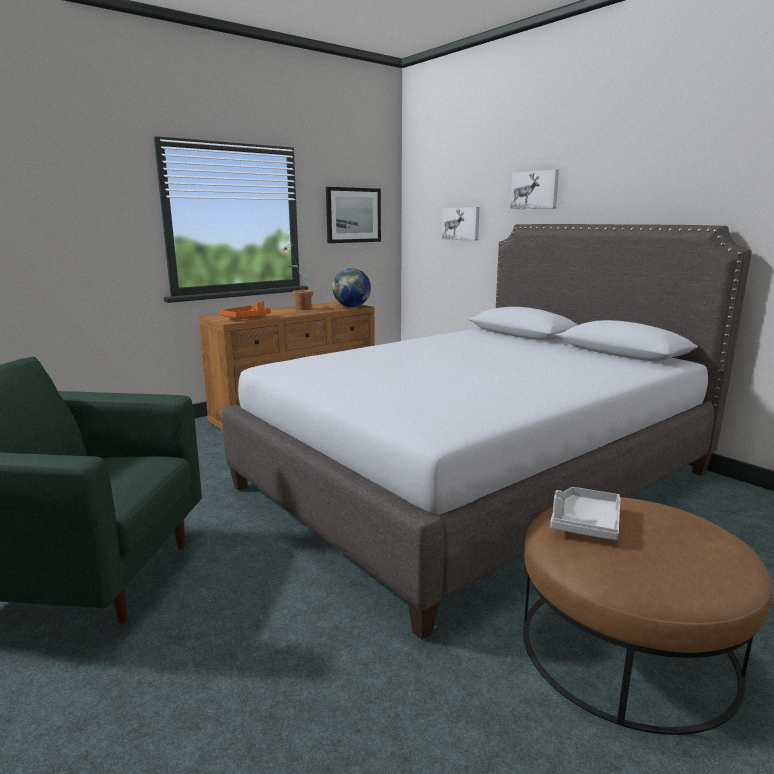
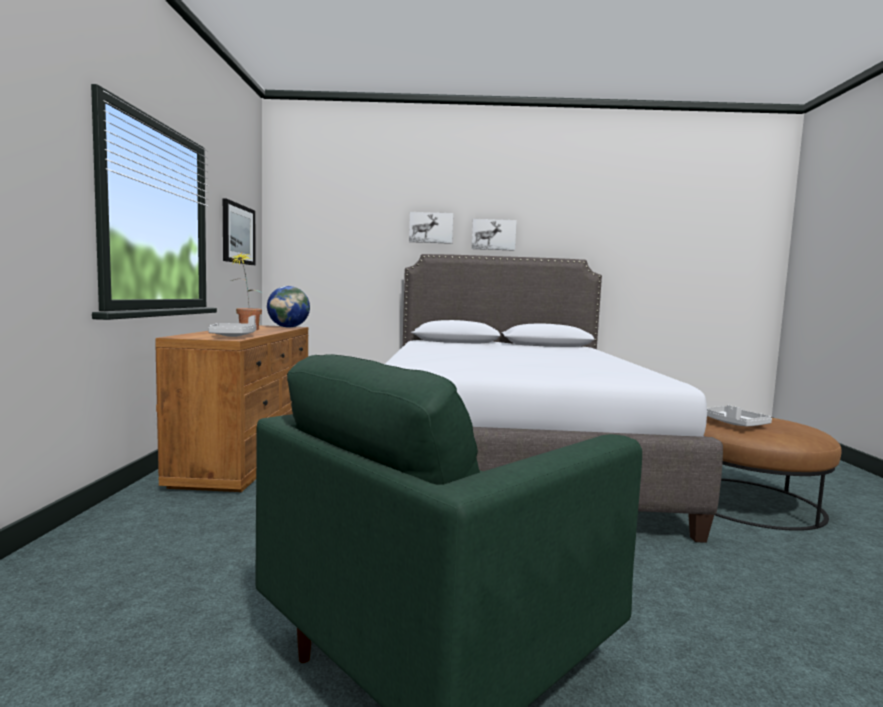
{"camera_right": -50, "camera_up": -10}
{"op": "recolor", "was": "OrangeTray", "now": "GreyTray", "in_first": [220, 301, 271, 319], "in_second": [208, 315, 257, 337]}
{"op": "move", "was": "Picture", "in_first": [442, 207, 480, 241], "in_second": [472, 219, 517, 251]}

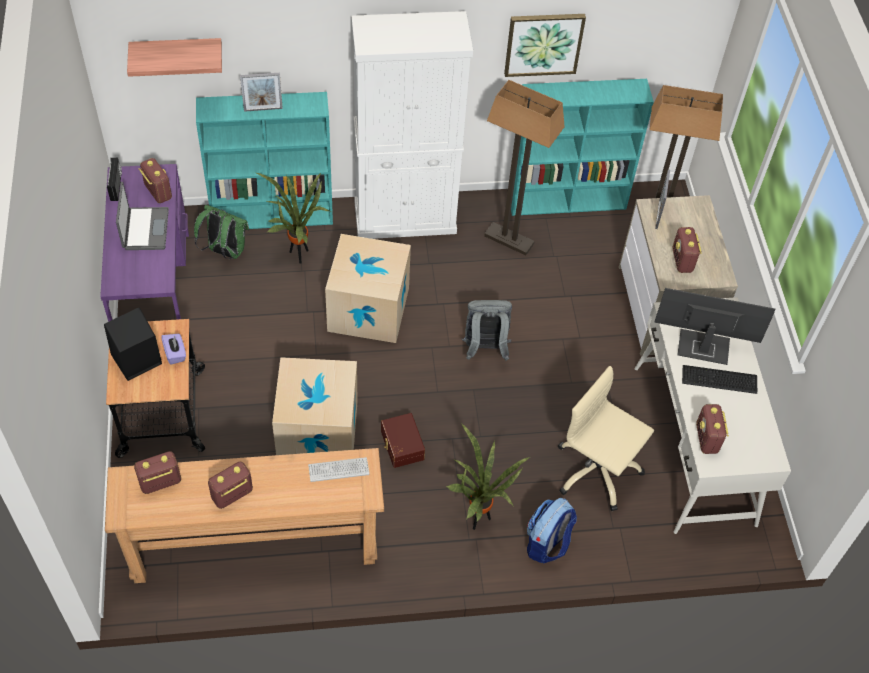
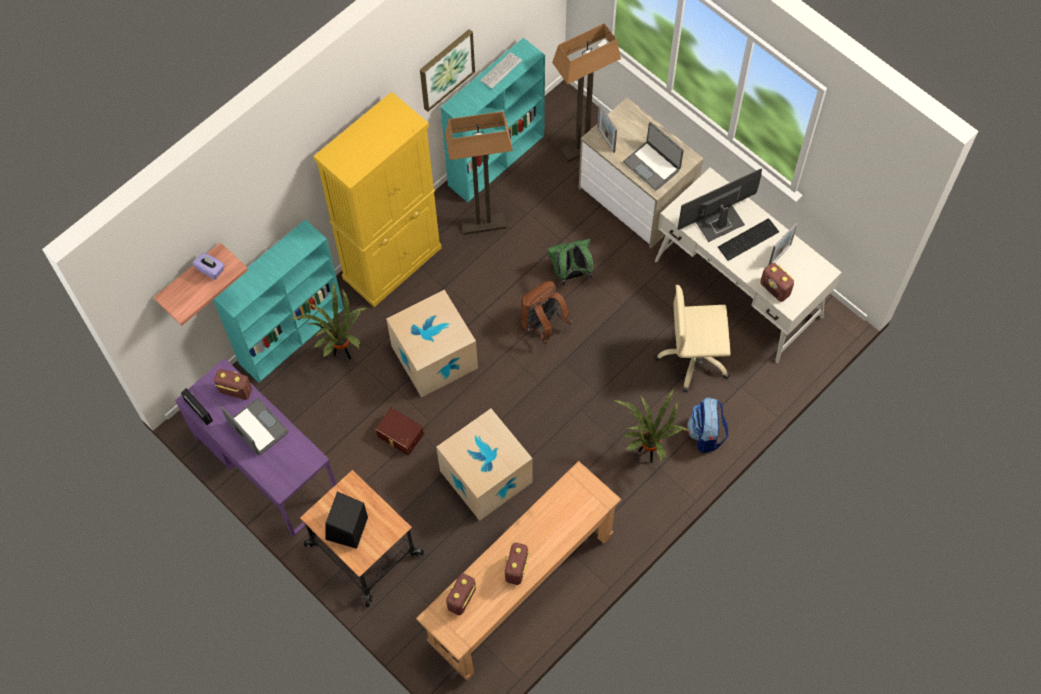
{"camera_right": -35, "camera_up": 10}
{"op": "move", "was": "PurpleTissueBox", "in_first": [161, 334, 186, 364], "in_second": [193, 253, 225, 280]}
{"op": "move", "was": "GreenBackpack", "in_first": [194, 205, 249, 259], "in_second": [547, 239, 594, 286]}
{"op": "move", "was": "PictureFrame", "in_first": [240, 73, 283, 112], "in_second": [769, 223, 798, 264]}
{"op": "move", "was": "Keyboard", "in_first": [308, 457, 369, 482], "in_second": [480, 52, 522, 88]}
{"op": "recolor", "was": "WhiteCabinet", "now": "YellowCabinet", "in_first": [351, 11, 473, 239], "in_second": [313, 92, 442, 307]}
{"op": "move", "was": "BrownStorageBox", "in_first": [381, 413, 425, 468], "in_second": [375, 408, 424, 455]}
{"op": "recolor", "was": "GreyBackpack", "now": "BrownBackpack", "in_first": [462, 300, 512, 361], "in_second": [521, 281, 573, 344]}
{"op": "replace", "was": "Radio", "now": "Laptop", "in_first": [672, 227, 702, 273], "in_second": [623, 122, 684, 191]}

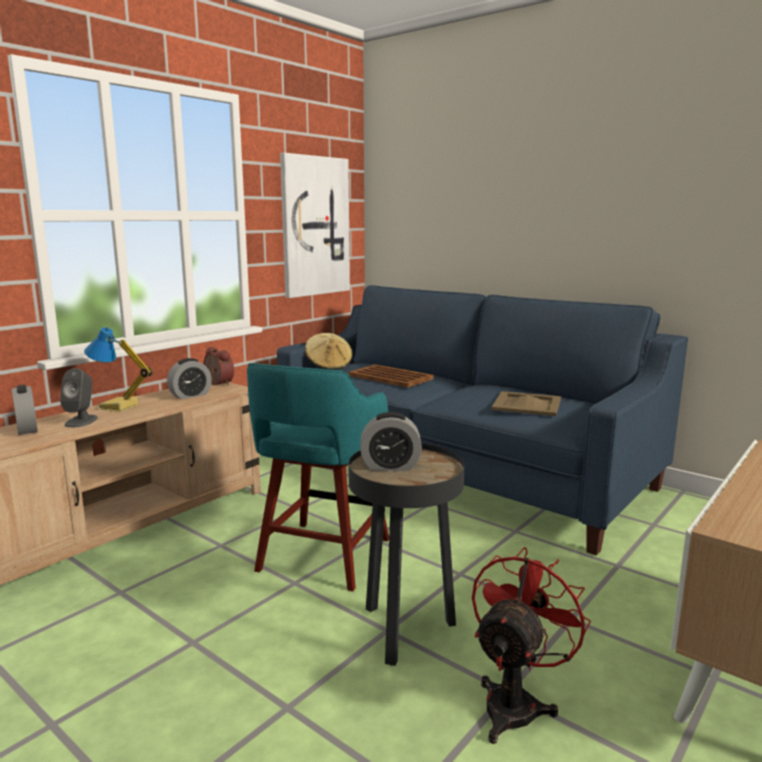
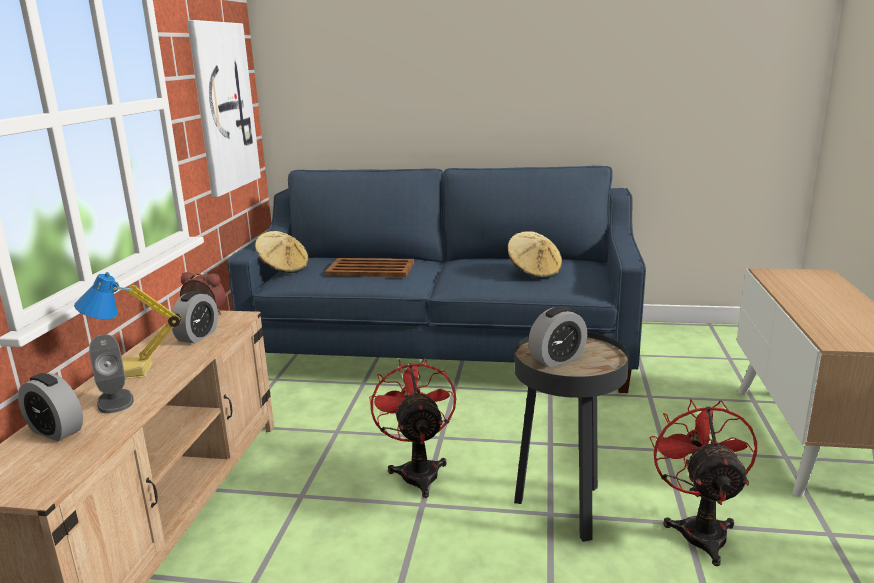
{"camera_right": -30, "camera_up": 5}
{"op": "replace", "was": "TurquoiseStool", "now": "RedFan", "in_first": [247, 363, 389, 591], "in_second": [369, 358, 456, 498]}
{"op": "replace", "was": "BeigeTray", "now": "BeigeHat", "in_first": [491, 391, 561, 416], "in_second": [508, 231, 562, 278]}

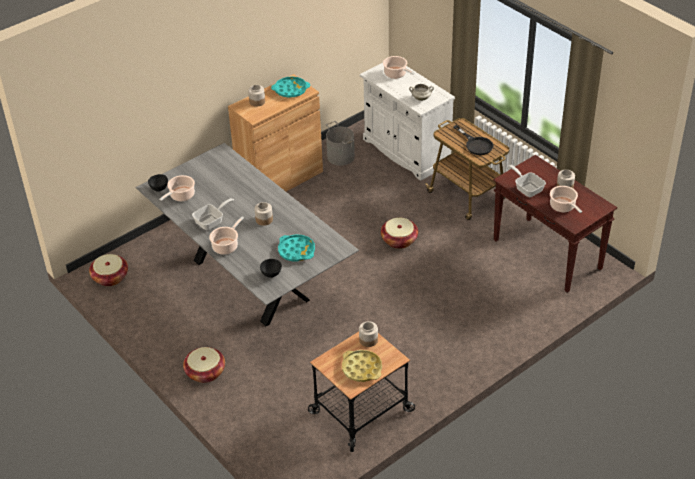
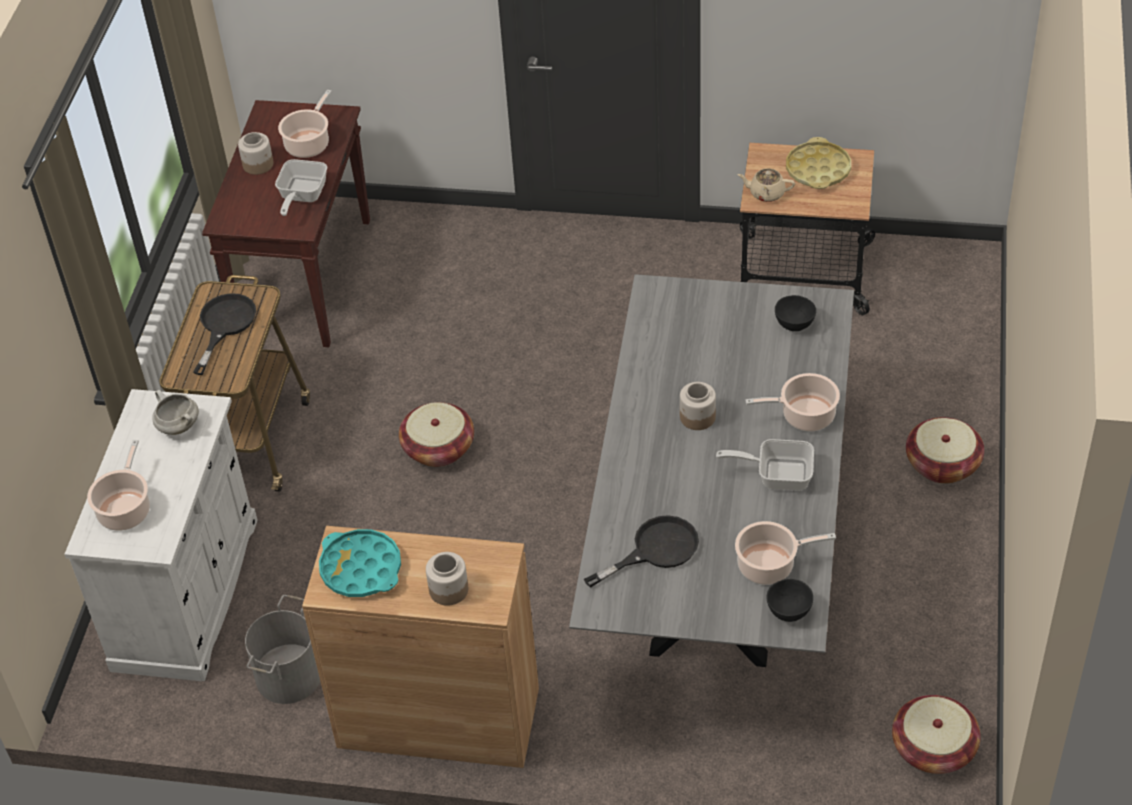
{"camera_right": -130, "camera_up": 5}
{"op": "delete", "was": "TurquoiseTray", "in_first": [278, 235, 315, 262]}
{"op": "replace", "was": "Jar", "now": "BeigeTeapot", "in_first": [359, 321, 378, 347], "in_second": [737, 168, 795, 202]}
{"op": "insert", "now": "BlackFryingPan", "in_second": [584, 515, 699, 588]}

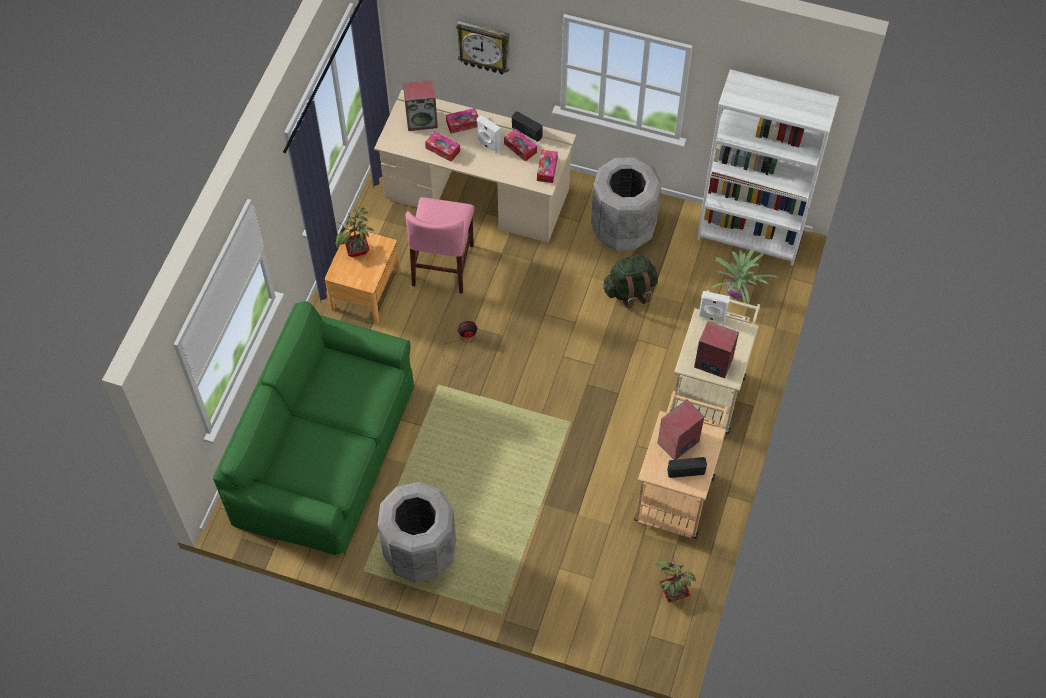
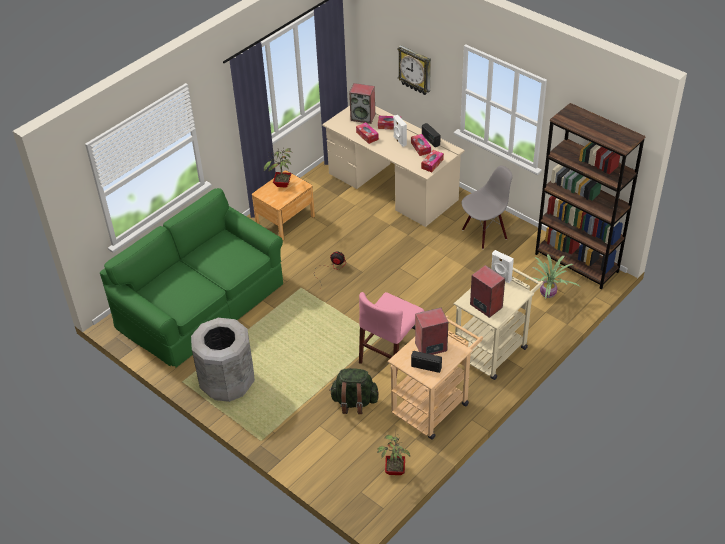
{"camera_right": 25, "camera_up": -15}
{"op": "move", "was": "PinkChair", "in_first": [406, 197, 474, 294], "in_second": [359, 292, 424, 364]}
{"op": "replace", "was": "GreyTrashCan", "now": "GreyChair", "in_first": [591, 157, 662, 251], "in_second": [462, 165, 513, 249]}
{"op": "move", "was": "GreenBackpack", "in_first": [603, 254, 658, 309], "in_second": [329, 368, 379, 414]}
{"op": "recolor", "was": "WhiteBookcase", "now": "BrownBookcase", "in_first": [697, 69, 840, 265], "in_second": [535, 103, 646, 289]}

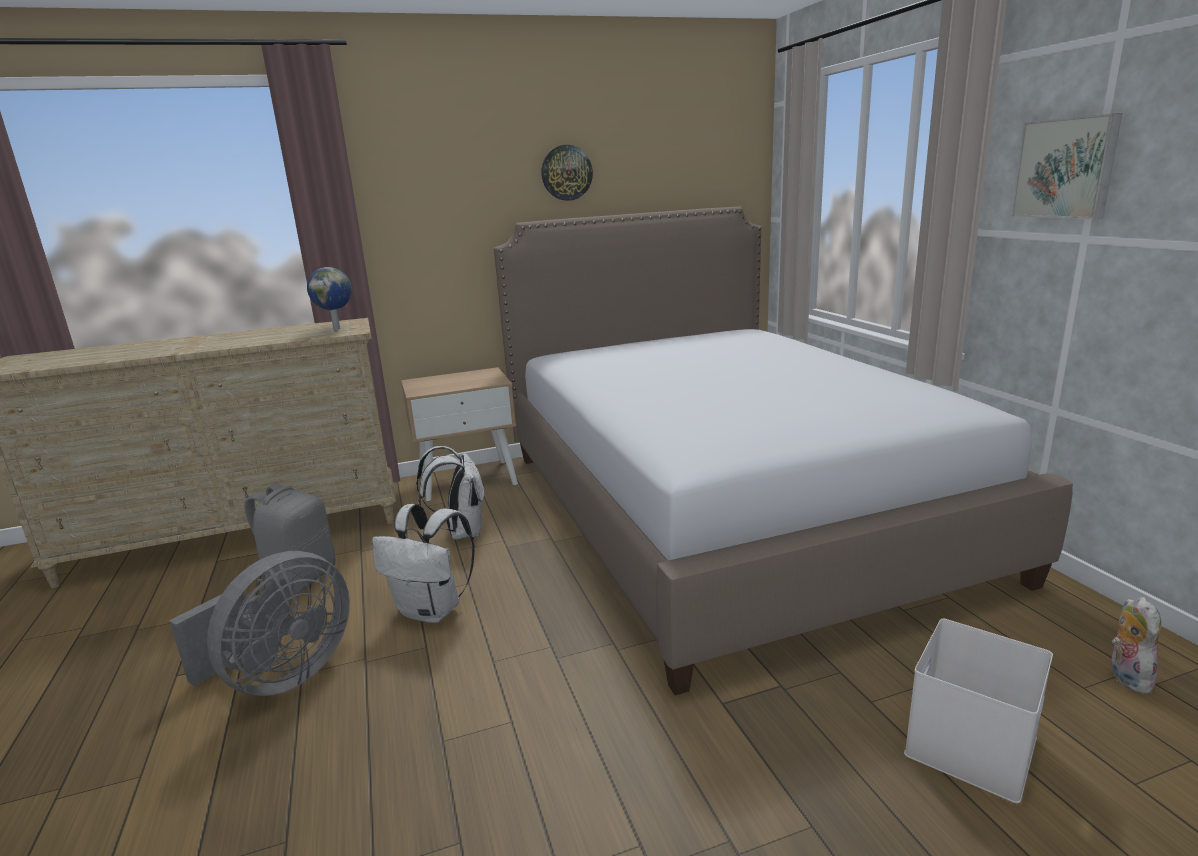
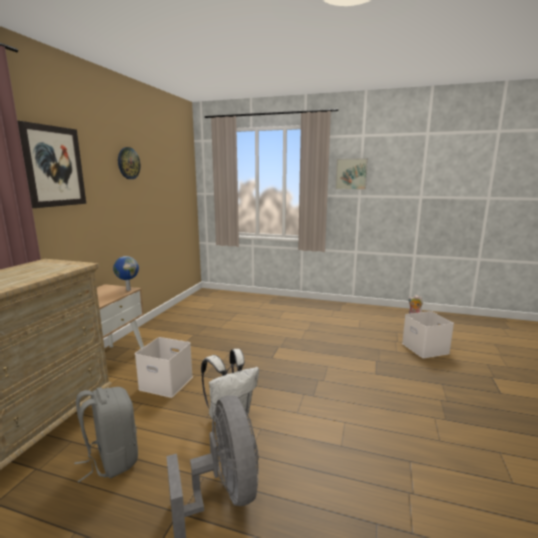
{"camera_right": -55, "camera_up": -5}
{"op": "move", "was": "Globe", "in_first": [307, 267, 352, 330], "in_second": [113, 256, 139, 291]}
{"op": "replace", "was": "WhiteBackpack", "now": "WhiteStorageBox", "in_first": [416, 446, 485, 539], "in_second": [135, 337, 193, 398]}
{"op": "delete", "was": "Bed", "in_first": [494, 207, 1073, 695]}
{"op": "insert", "now": "Picture", "in_second": [18, 121, 86, 208]}

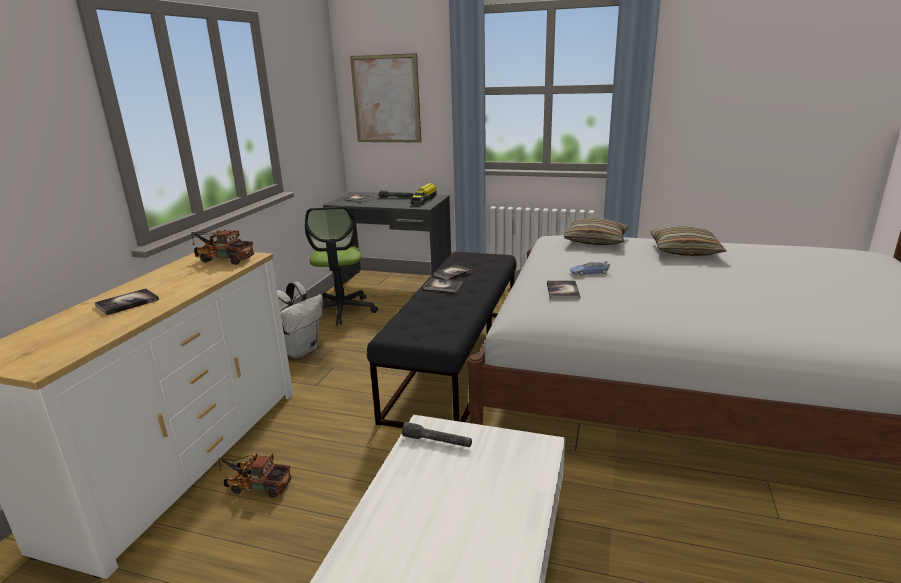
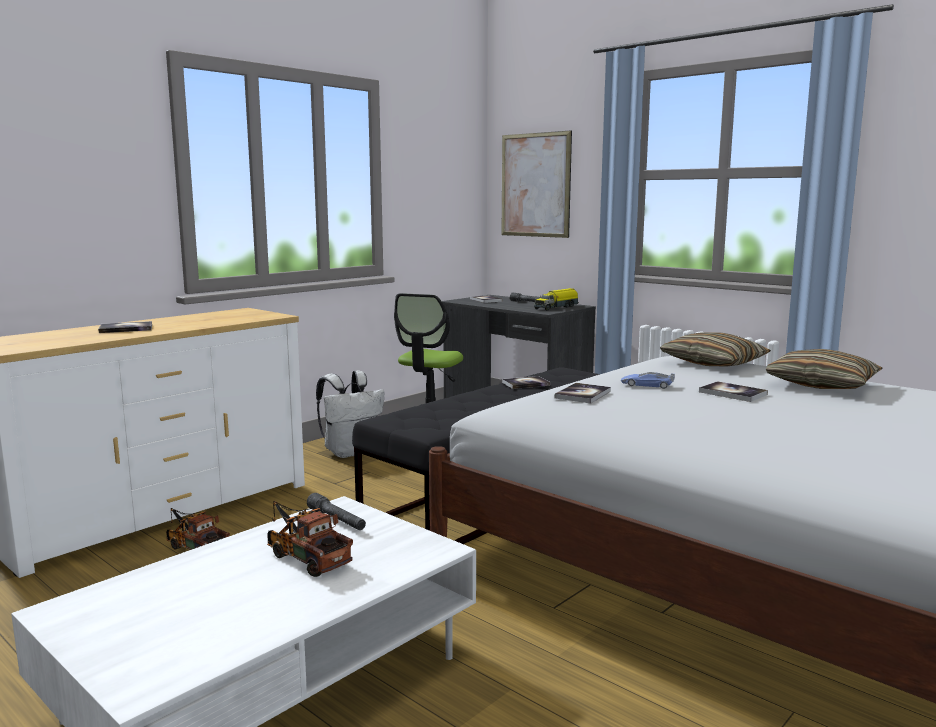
{"camera_right": 25, "camera_up": -10}
{"op": "move", "was": "ToyTruck", "in_first": [191, 230, 254, 265], "in_second": [267, 501, 353, 577]}
{"op": "move", "was": "Book", "in_first": [424, 278, 463, 292], "in_second": [699, 381, 768, 402]}

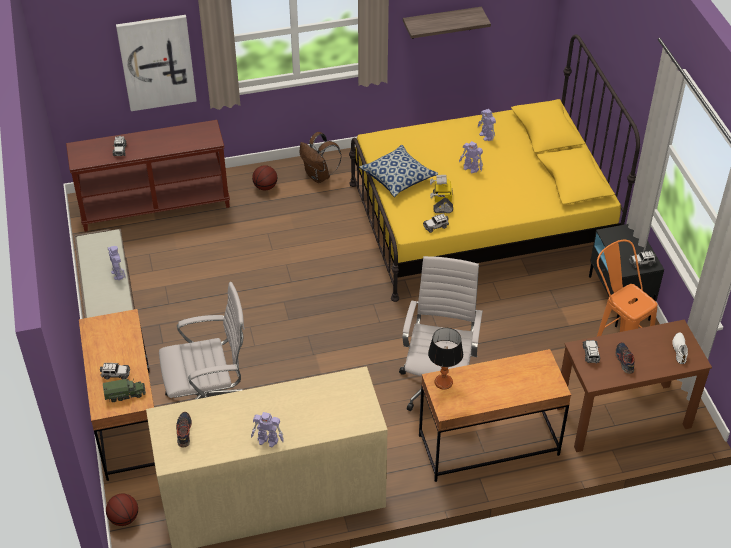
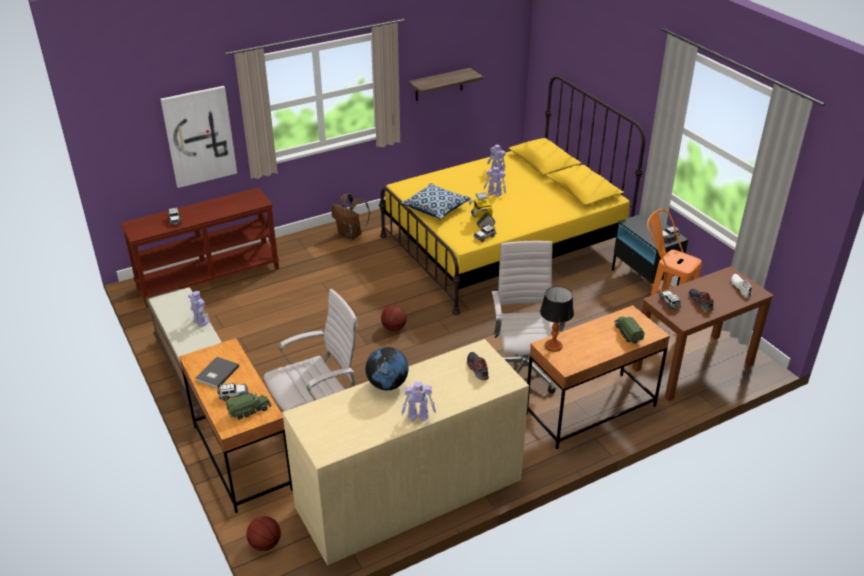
{"camera_right": -15, "camera_up": -10}
{"op": "move", "was": "Shoe", "in_first": [176, 412, 192, 447], "in_second": [467, 352, 489, 380]}
{"op": "move", "was": "Basketball", "in_first": [252, 165, 277, 191], "in_second": [381, 306, 407, 331]}
{"op": "insert", "now": "GreyBook", "in_second": [195, 357, 239, 389]}
{"op": "insert", "now": "Globe", "in_second": [365, 347, 408, 390]}
{"op": "insert", "now": "ToyTruck", "in_second": [614, 317, 644, 344]}

